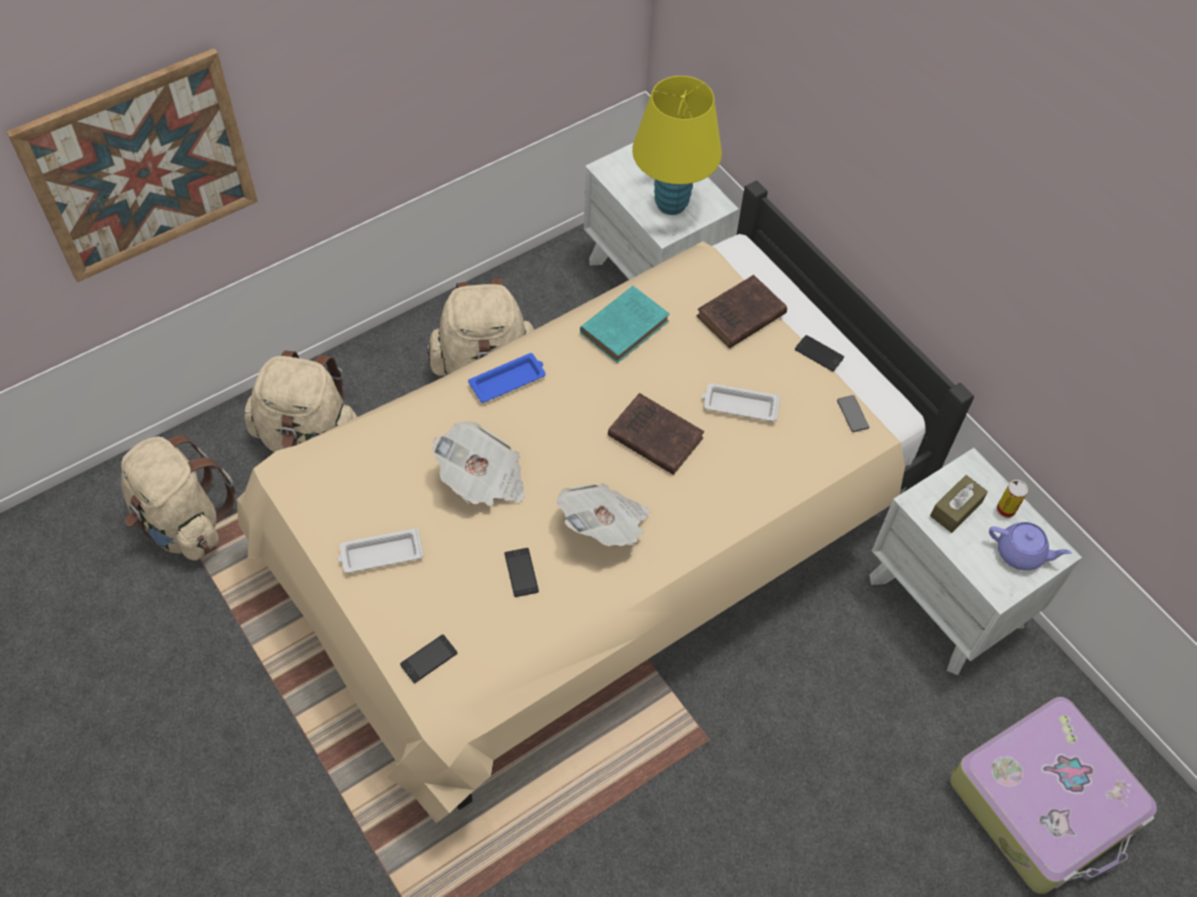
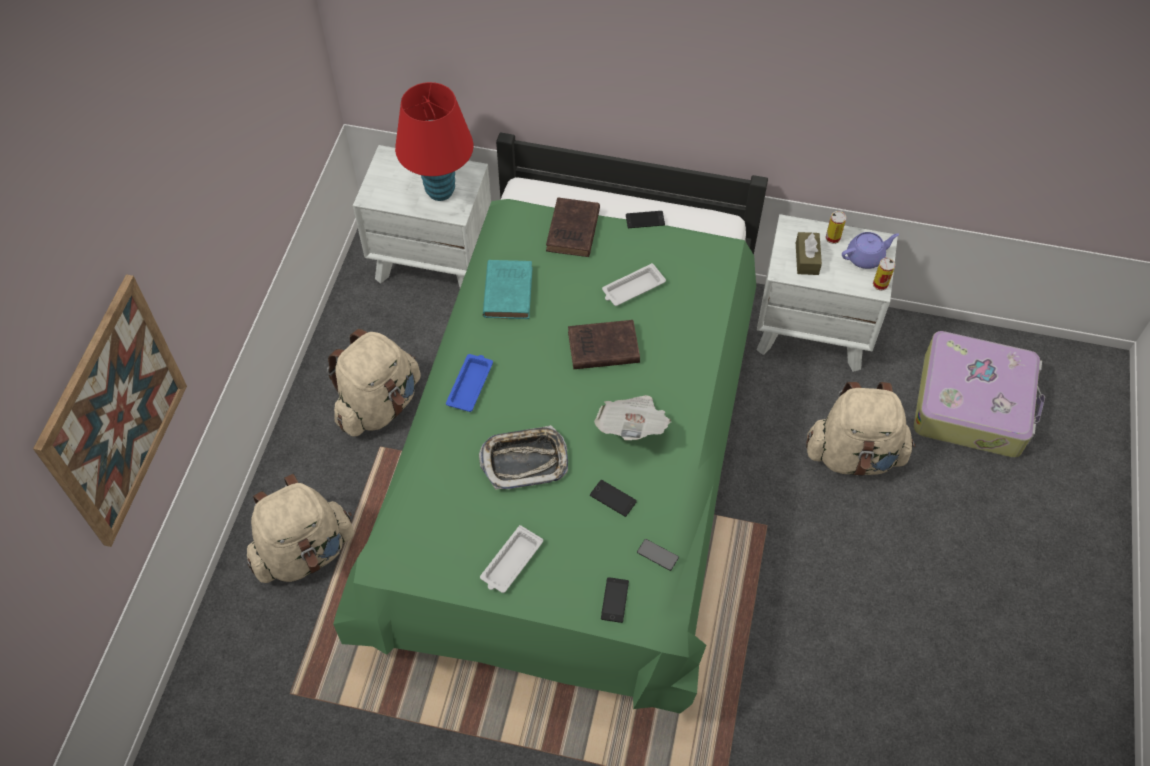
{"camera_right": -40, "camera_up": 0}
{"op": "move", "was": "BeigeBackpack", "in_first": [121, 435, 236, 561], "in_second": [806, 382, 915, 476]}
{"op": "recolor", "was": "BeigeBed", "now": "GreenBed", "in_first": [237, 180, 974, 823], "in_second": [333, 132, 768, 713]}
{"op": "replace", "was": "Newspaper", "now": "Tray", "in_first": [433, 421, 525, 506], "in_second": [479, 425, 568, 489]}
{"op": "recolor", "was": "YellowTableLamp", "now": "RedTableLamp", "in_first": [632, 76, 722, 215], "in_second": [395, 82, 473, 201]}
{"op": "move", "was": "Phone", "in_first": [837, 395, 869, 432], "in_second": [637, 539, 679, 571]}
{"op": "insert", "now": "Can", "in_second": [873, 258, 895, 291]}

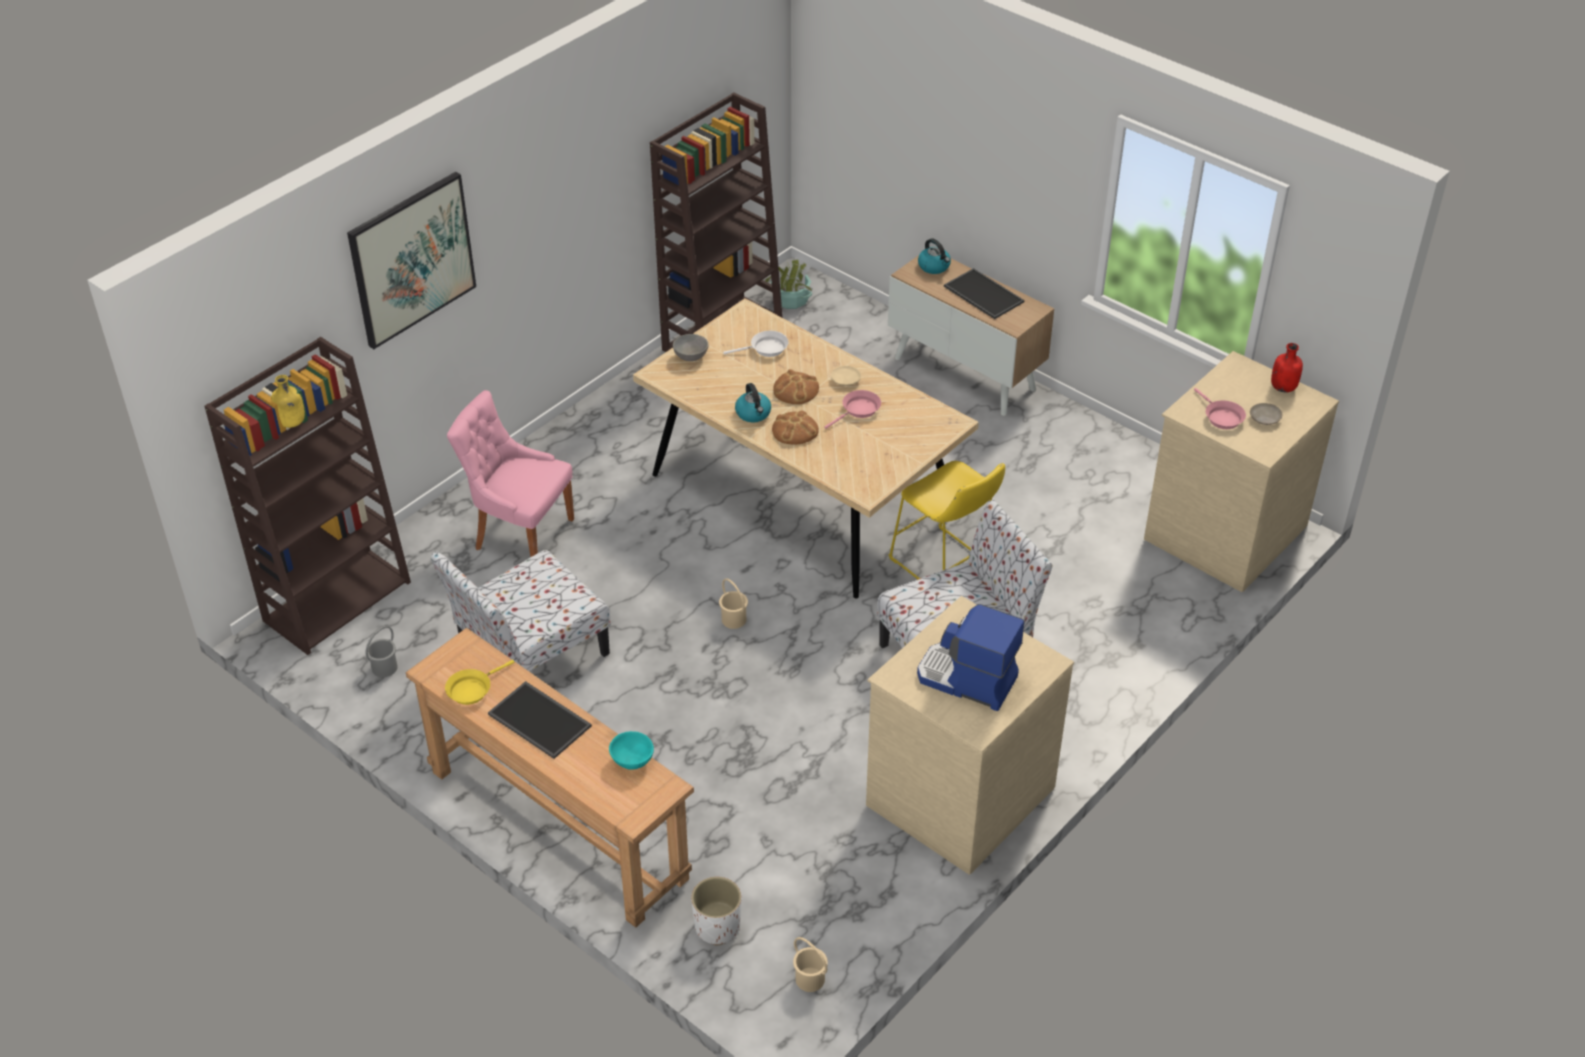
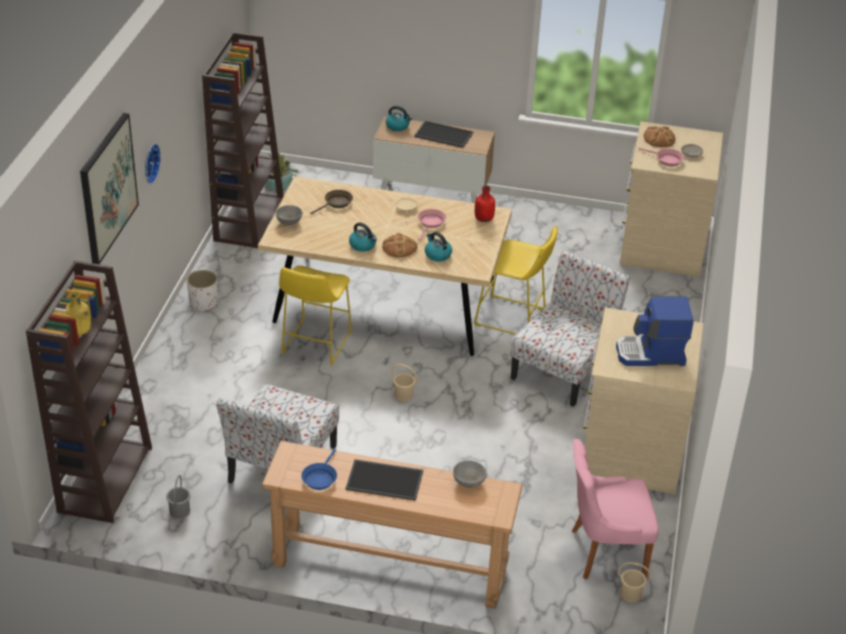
{"camera_right": -30, "camera_up": -5}
{"op": "recolor", "was": "YellowFryingPan", "now": "BlueFryingPan", "in_first": [445, 660, 514, 705], "in_second": [301, 449, 337, 490]}
{"op": "move", "was": "PinkChair", "in_first": [447, 390, 574, 557], "in_second": [572, 439, 658, 579]}
{"op": "recolor", "was": "TurquoiseBowl", "now": "GreyBowl", "in_first": [609, 731, 654, 770], "in_second": [453, 461, 487, 488]}
{"op": "move", "was": "WhitePlanter", "in_first": [691, 877, 741, 946], "in_second": [187, 270, 218, 311]}
{"op": "recolor", "was": "WhiteFryingPan", "now": "BrownFryingPan", "in_first": [723, 331, 788, 357], "in_second": [310, 190, 353, 215]}
{"op": "move", "was": "Bread", "in_first": [773, 369, 819, 405], "in_second": [644, 126, 676, 147]}
{"op": "move", "was": "RedBottle", "in_first": [1271, 343, 1303, 392], "in_second": [475, 186, 495, 222]}
{"op": "insert", "now": "WallClock", "in_second": [145, 144, 161, 184]}
{"op": "insert", "now": "YellowStool", "in_second": [279, 266, 352, 366]}
{"op": "insert", "now": "Kettle", "in_second": [425, 232, 452, 262]}

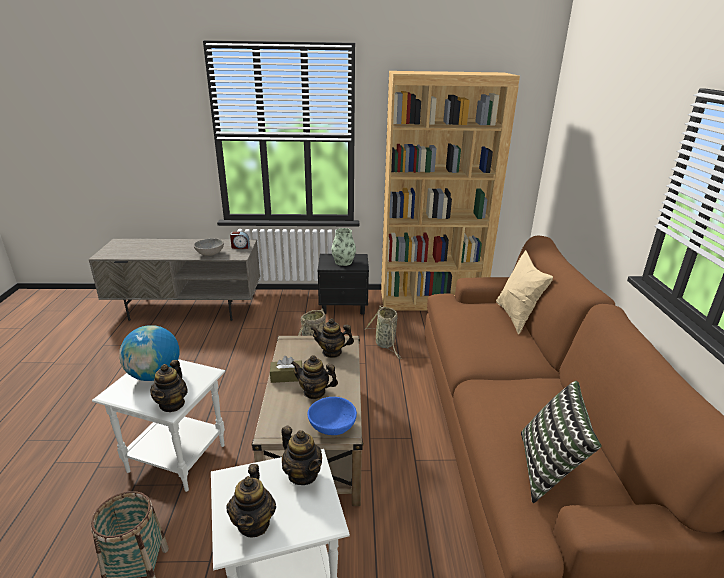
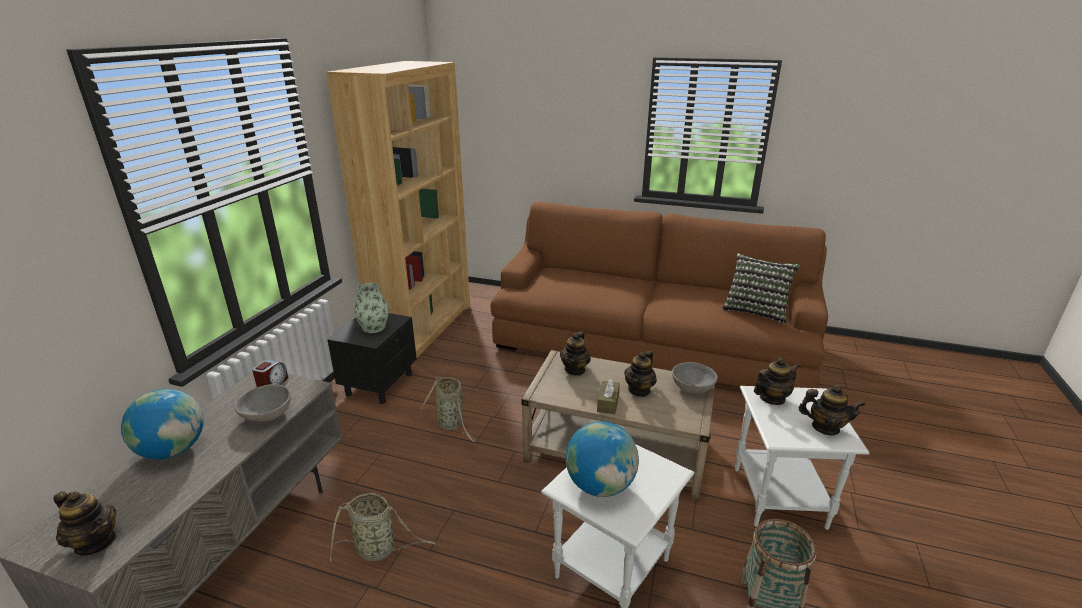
{"camera_right": -70, "camera_up": 0}
{"op": "move", "was": "Teapot", "in_first": [150, 360, 188, 412], "in_second": [53, 491, 117, 556]}
{"op": "recolor", "was": "BlueBowl", "now": "GreyBowl", "in_first": [308, 397, 357, 435], "in_second": [672, 362, 718, 394]}
{"op": "move", "was": "Basket", "in_first": [365, 306, 401, 359], "in_second": [330, 493, 435, 562]}
{"op": "delete", "was": "BeigePillow", "in_first": [496, 250, 553, 334]}
{"op": "insert", "now": "Globe", "in_second": [121, 389, 203, 460]}

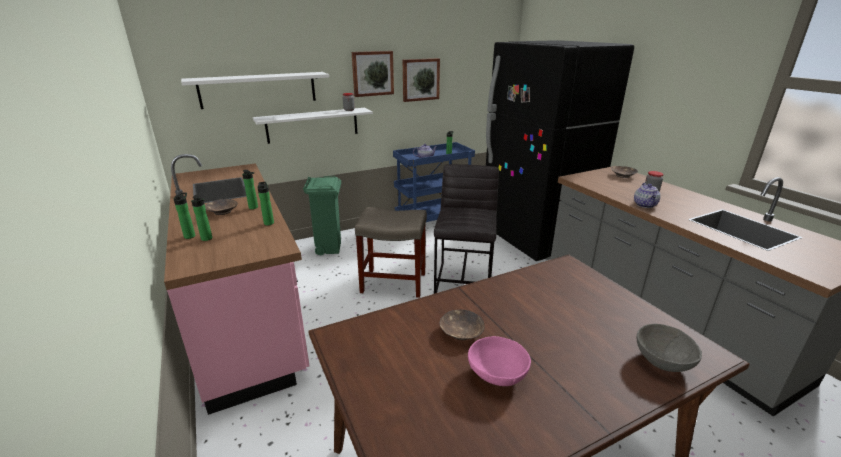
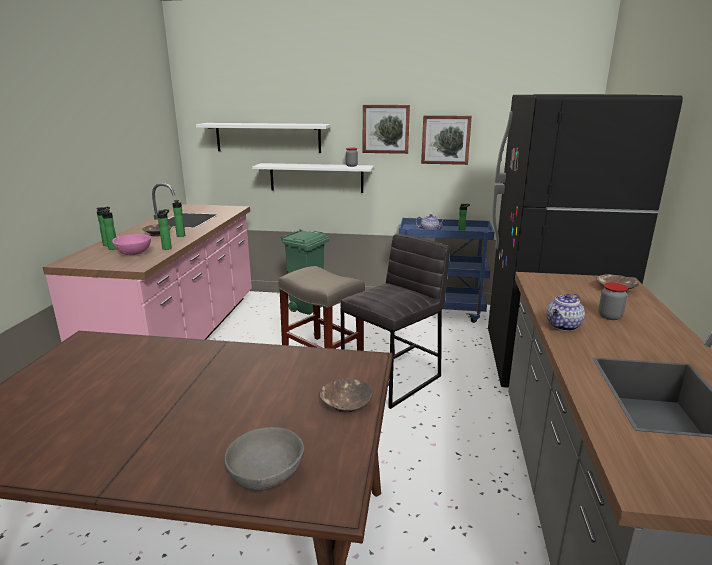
{"camera_right": 35, "camera_up": -5}
{"op": "move", "was": "BrownBowl", "in_first": [440, 310, 485, 340], "in_second": [320, 378, 373, 412]}
{"op": "move", "was": "PinkBowl", "in_first": [468, 336, 531, 386], "in_second": [112, 234, 151, 255]}

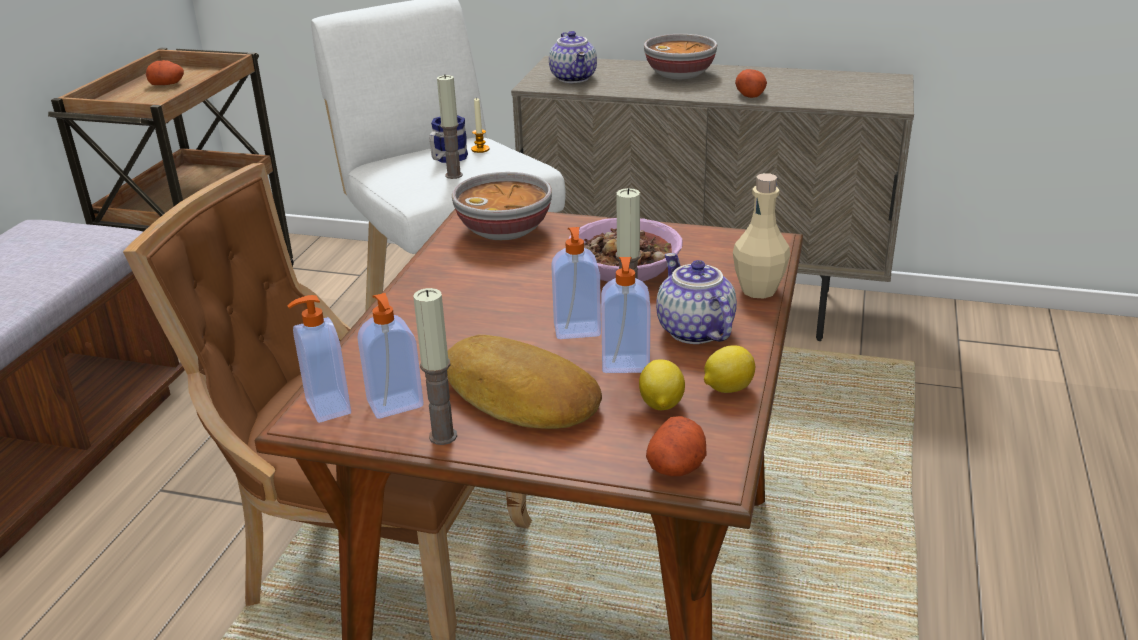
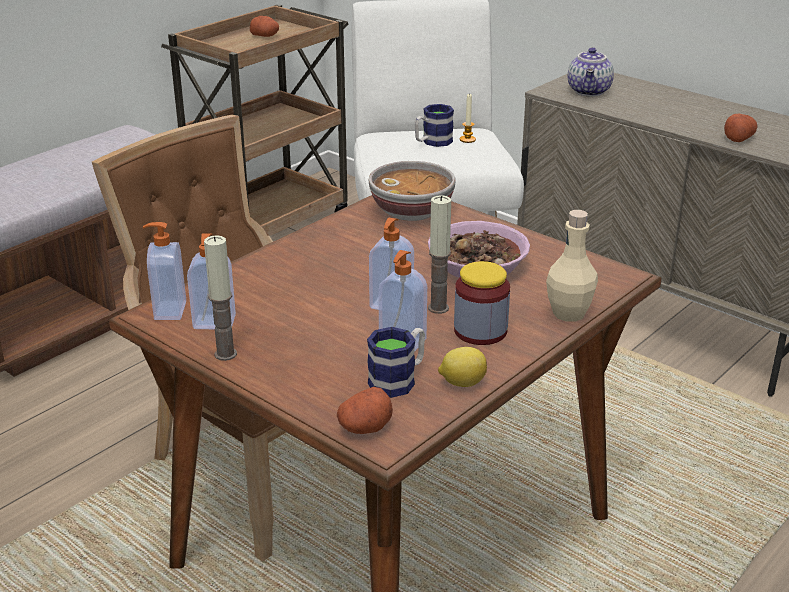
{"camera_right": 25, "camera_up": 0}
{"op": "delete", "was": "Candle", "in_first": [437, 74, 463, 179]}
{"op": "delete", "was": "Bread", "in_first": [447, 335, 602, 429]}
{"op": "replace", "was": "Lemon", "now": "Mug", "in_first": [639, 359, 685, 410], "in_second": [367, 327, 425, 398]}
{"op": "delete", "was": "Bowl", "in_first": [644, 34, 717, 79]}
{"op": "replace", "was": "Teapot", "now": "Jar", "in_first": [656, 253, 737, 344], "in_second": [454, 261, 510, 345]}

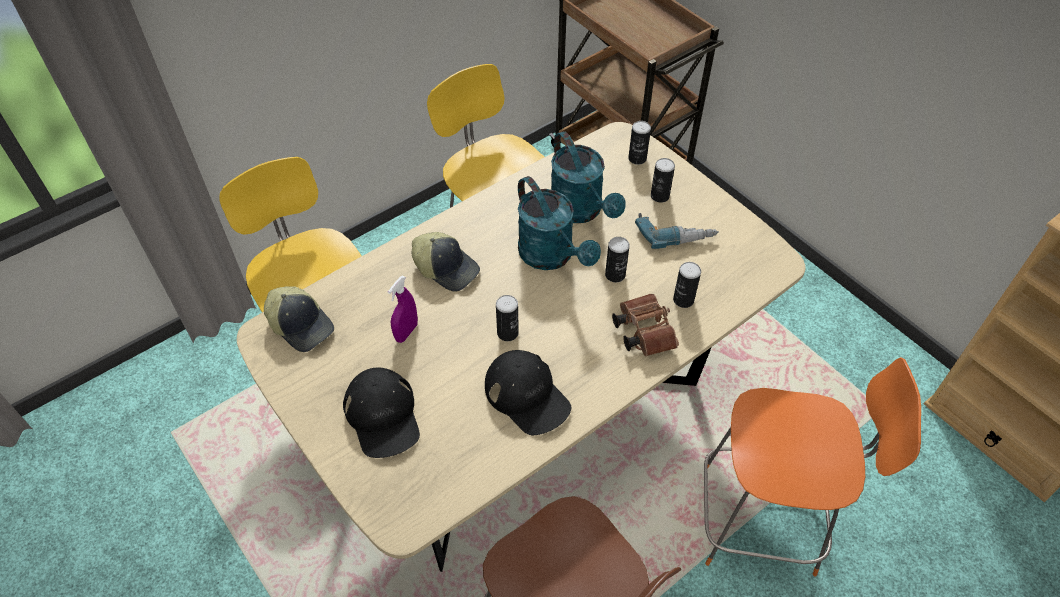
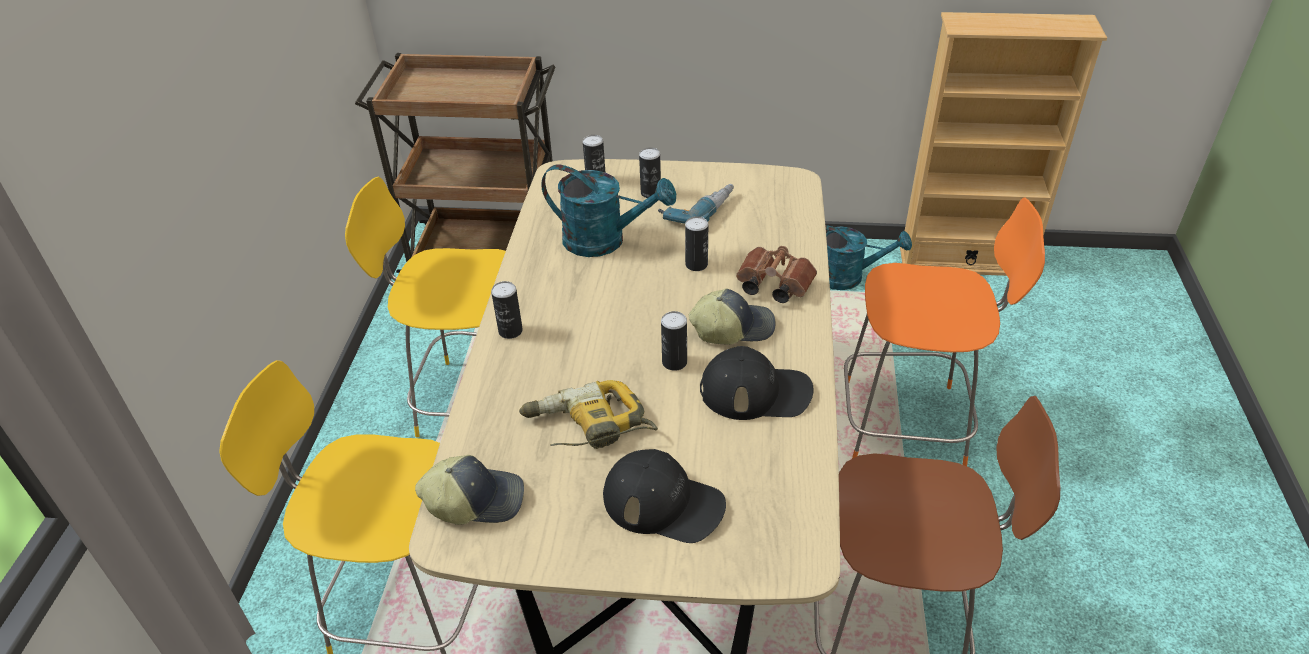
{"camera_right": -45, "camera_up": -10}
{"op": "replace", "was": "PurpleSprayBottle", "now": "PowerDrill", "in_first": [388, 276, 418, 343], "in_second": [519, 380, 658, 449]}
{"op": "move", "was": "Cap", "in_first": [412, 232, 480, 291], "in_second": [689, 288, 776, 345]}
{"op": "move", "was": "TurquoiseWateringCan", "in_first": [518, 176, 601, 270], "in_second": [825, 225, 912, 290]}
{"op": "move", "was": "Can", "in_first": [673, 262, 701, 308], "in_second": [491, 281, 523, 339]}
{"op": "rotate", "was": "OrangeChair", "in_first": [704, 357, 921, 576], "in_second": [844, 197, 1045, 466], "clockwise": 45}

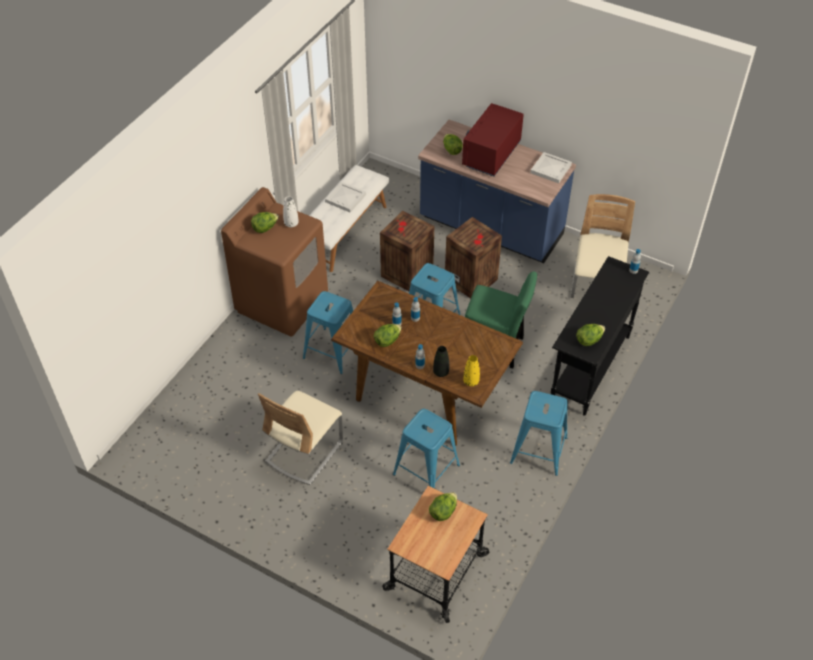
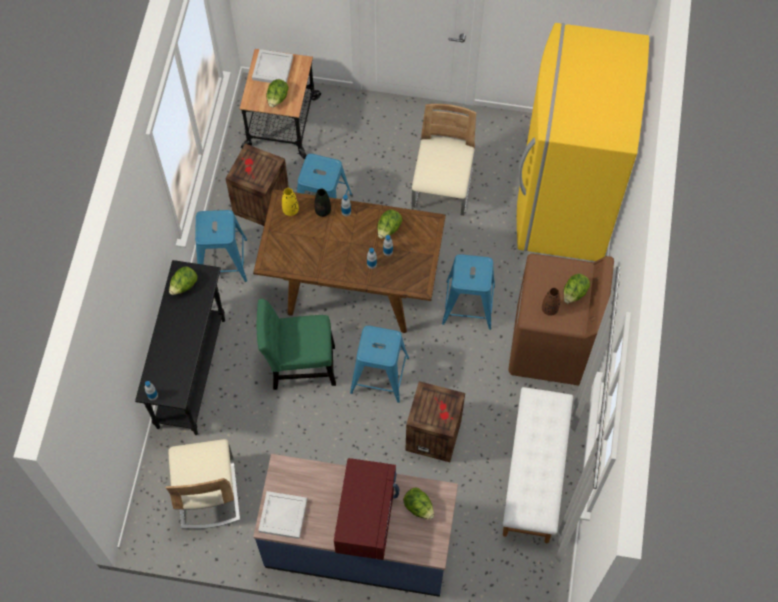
{"camera_right": 160, "camera_up": 15}
{"op": "recolor", "was": "WhiteVase", "now": "BrownVase", "in_first": [283, 196, 299, 227], "in_second": [542, 288, 560, 316]}
{"op": "move", "was": "WhiteTray", "in_first": [325, 182, 366, 212], "in_second": [252, 49, 293, 83]}
{"op": "move", "was": "Crate", "in_first": [445, 217, 502, 298], "in_second": [225, 144, 289, 226]}
{"op": "insert", "now": "YellowFridge", "in_second": [517, 23, 649, 261]}

